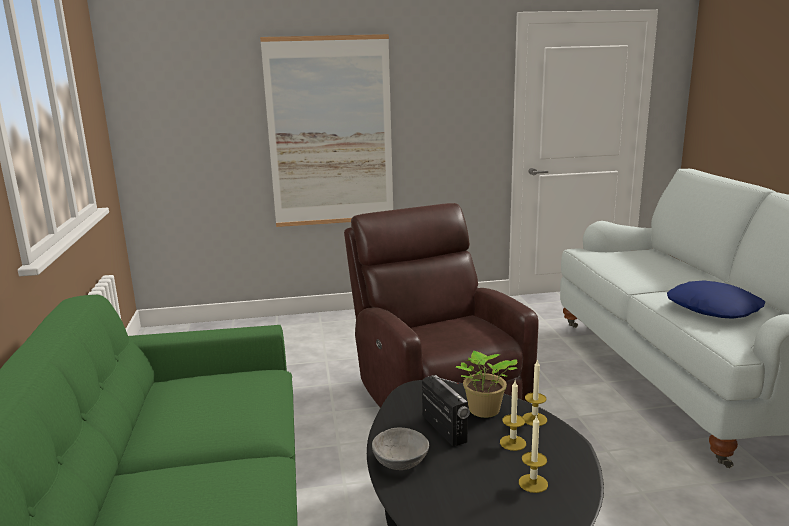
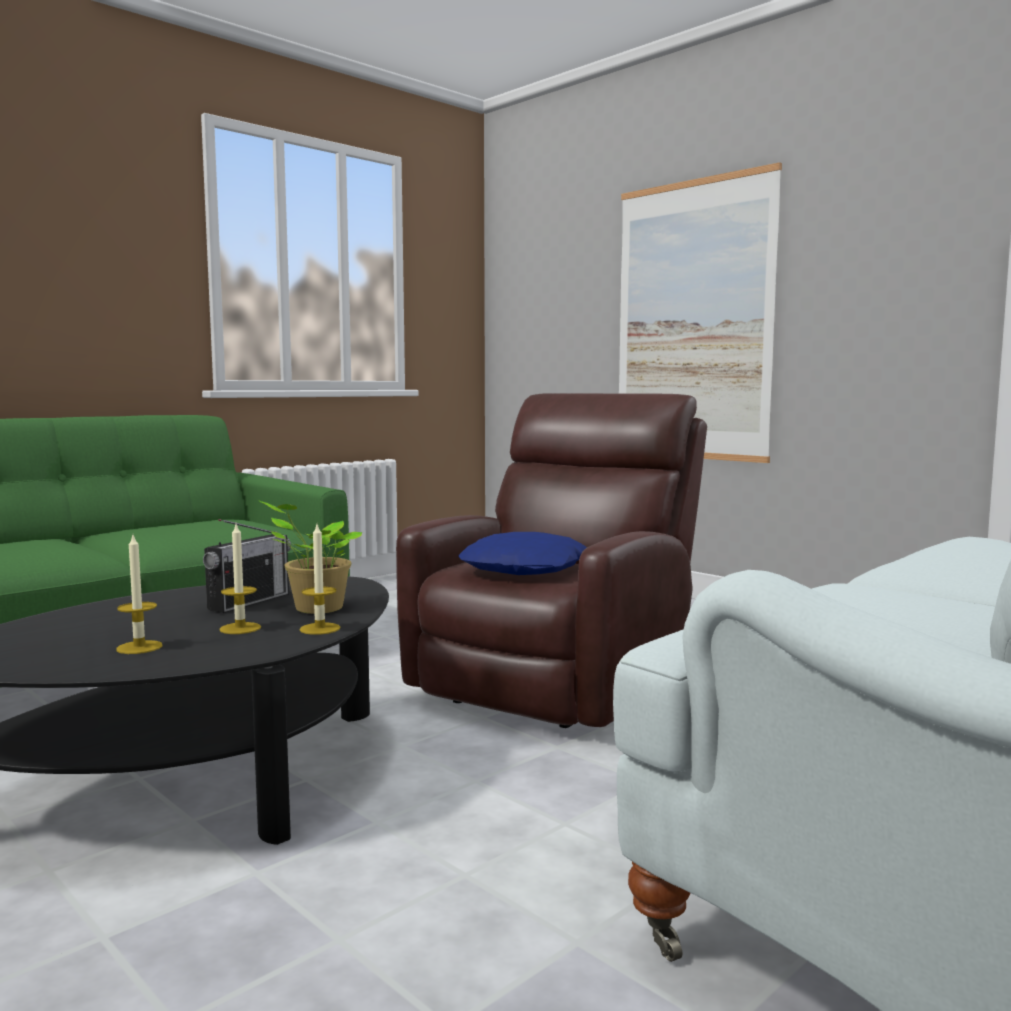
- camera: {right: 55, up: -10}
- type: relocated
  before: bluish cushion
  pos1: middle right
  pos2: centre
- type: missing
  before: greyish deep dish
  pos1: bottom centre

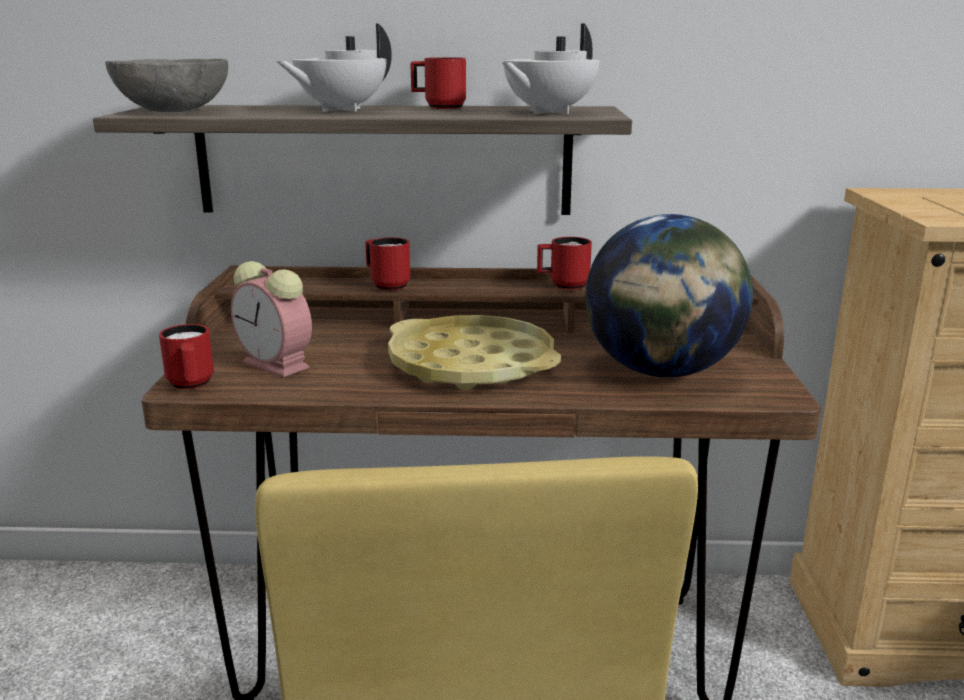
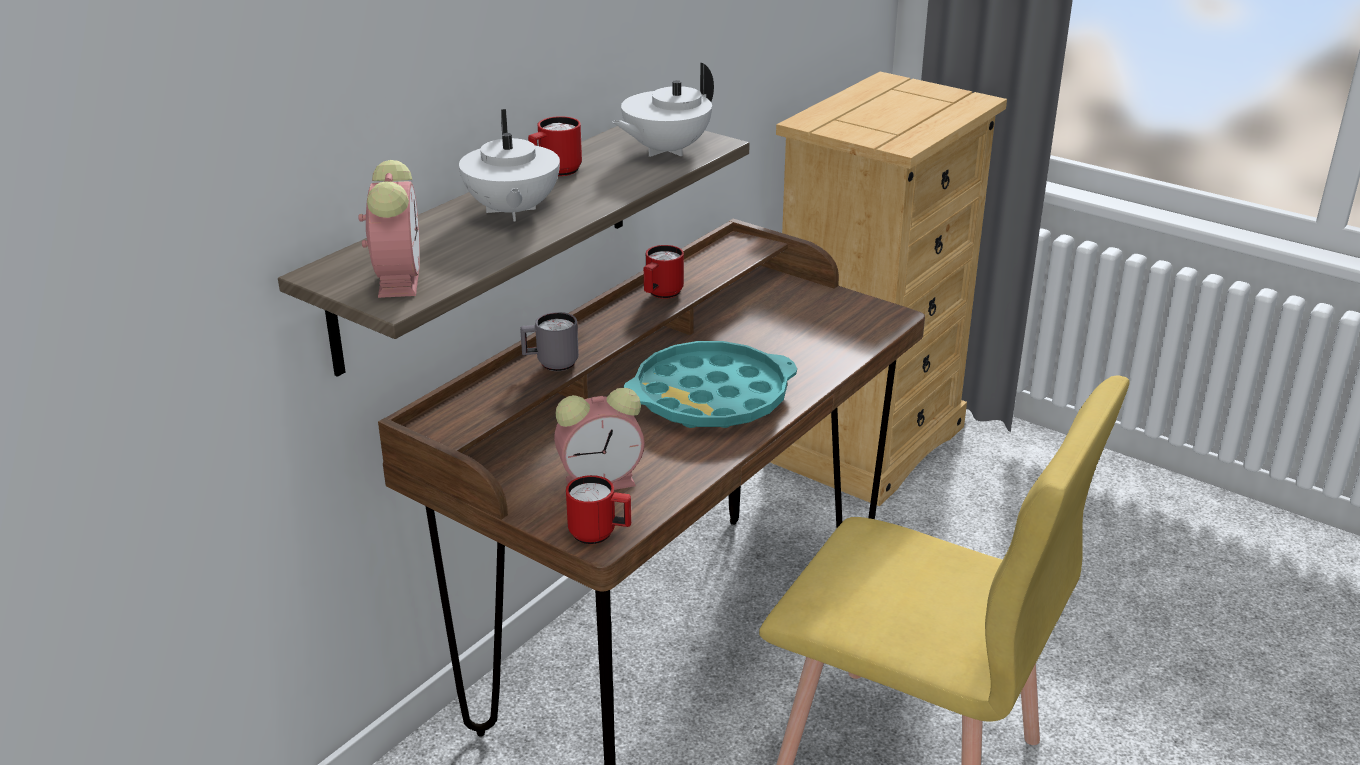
- camera: {right: -55, up: 10}
- type: spun
  before: white-coloured pot for tea (no. 2 from left)
  pos1: top centre
  pos2: top centre
  turn: 60
- type: exchanged
  before: greyish deep dish
  after: alarm clock (no. 1 from left)
  pos1: top left
  pos2: top left
- type: missing
  before: world globe
  pos1: middle right
- type: colour
  before: red-coloured mug (no. 2 from left)
  after: greyish mug
  pos1: centre
  pos2: centre
- type: colour
  before: yellow serving tray
  after: blue-green serving tray
  pos1: centre
  pos2: centre

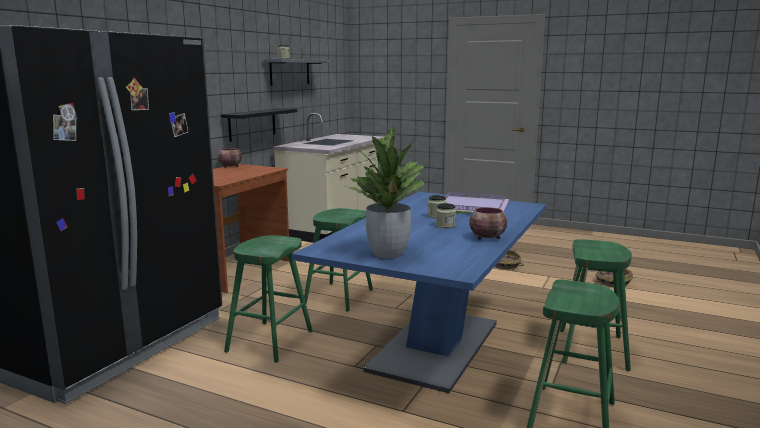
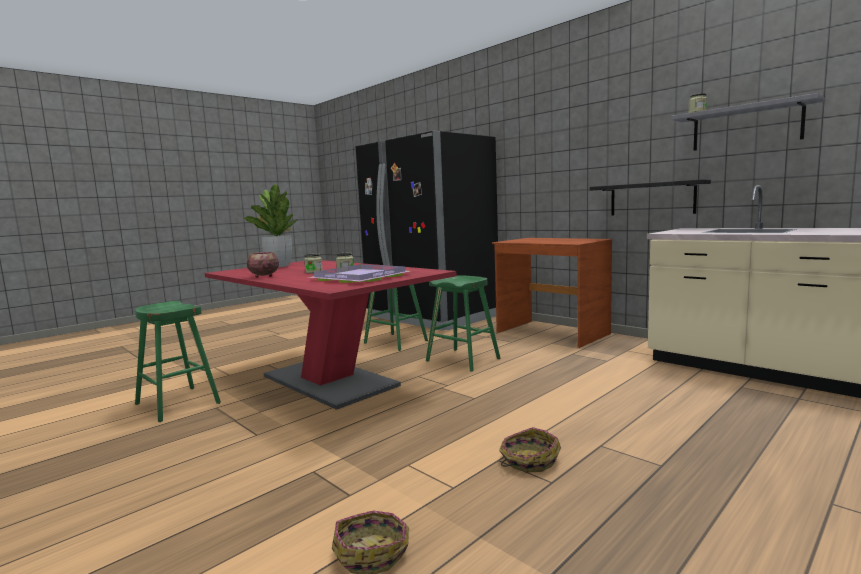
- camera: {right: 110, up: -5}
- type: missing
  before: deep dish (no. 1 from left)
  pos1: middle left
- type: colour
  before: bluish dining table
  after: red-coloured dining table
  pos1: bottom centre
  pos2: centre
- type: missing
  before: greenish stool seat (no. 4 from left)
  pos1: bottom right

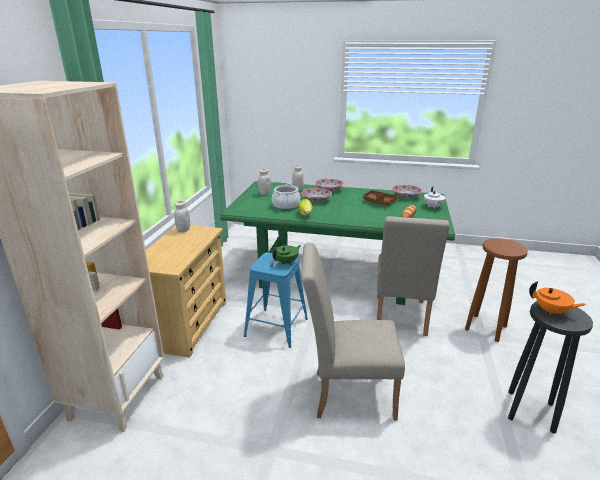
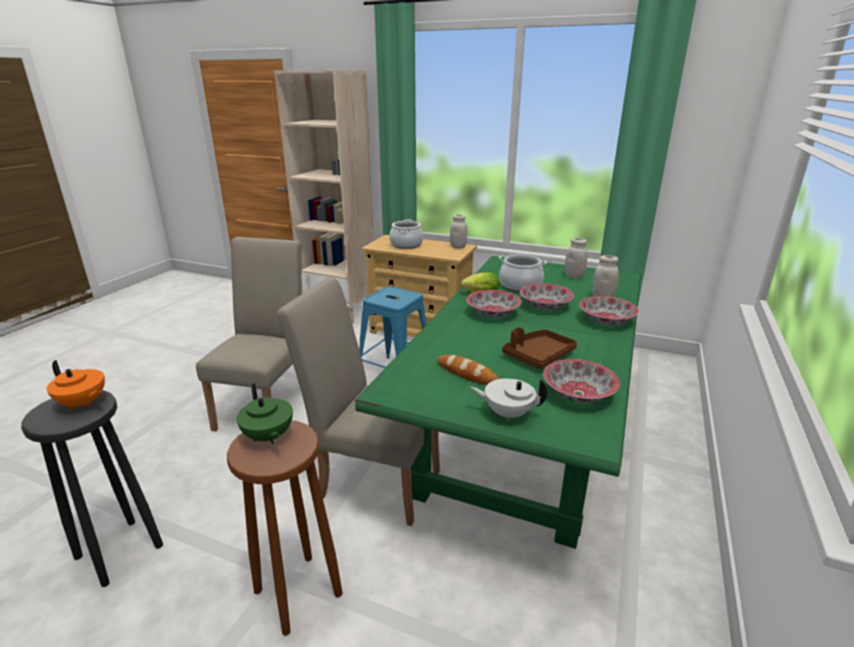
- camera: {right: 100, up: 0}
- type: relocated
  before: greenish pot for tea
  pos1: centre
  pos2: middle left
- type: spun
  before: orange pot for tea
  pos1: middle right
  pos2: middle left
  turn: -105
- type: appeared
  after: saucepot (no. 1 from left)
  pos2: centre
- type: appeared
  after: deep dish (no. 1 from left)
  pos2: centre

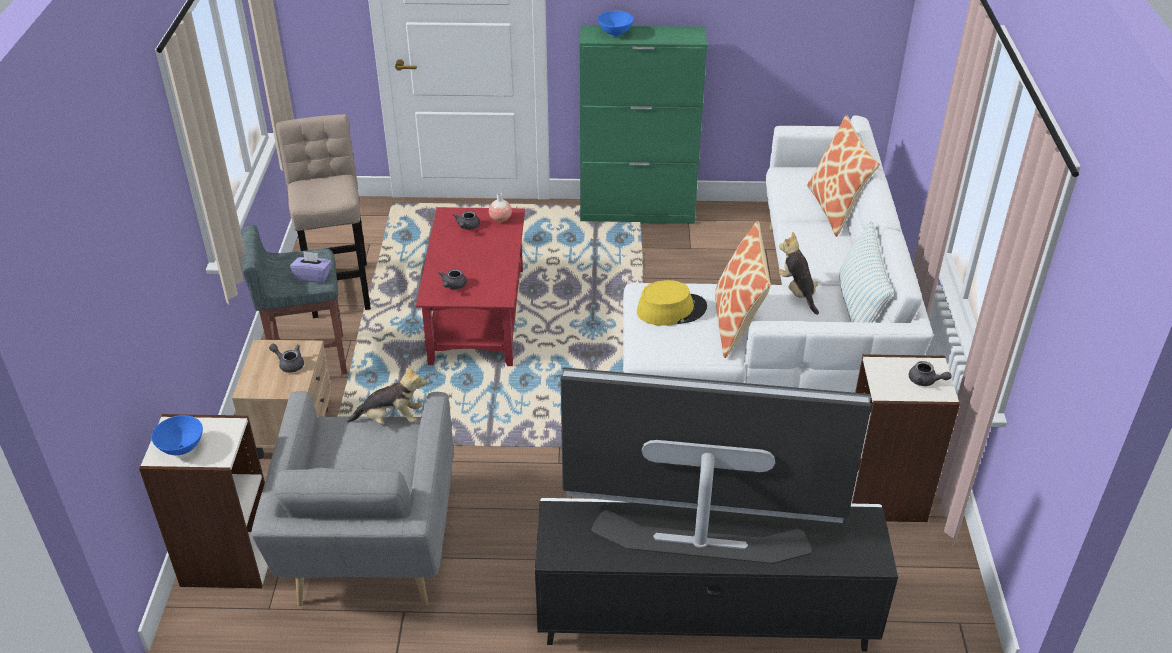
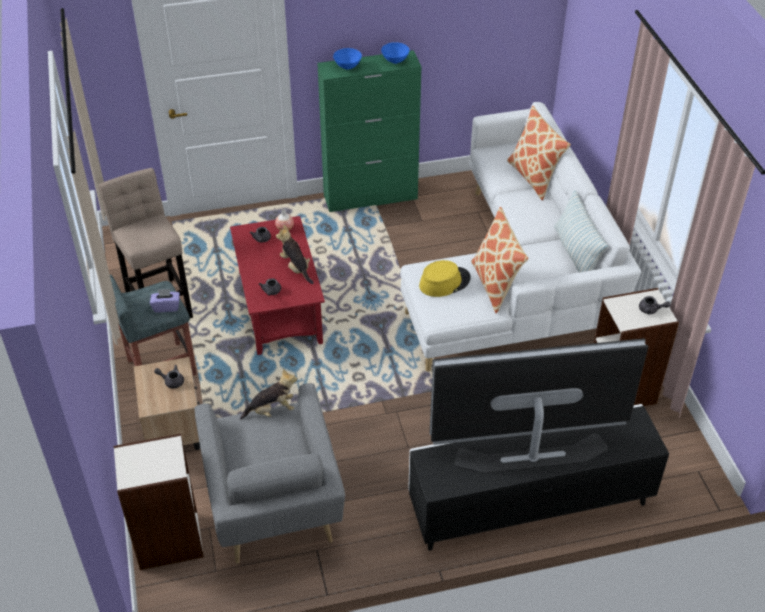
- camera: {right: -15, up: 5}
- type: relocated
  before: soft toy (no. 2 from left)
  pos1: middle right
  pos2: centre
- type: relocated
  before: bluish deep dish (no. 1 from left in the first image)
  after: bluish deep dish (no. 2 from left)
  pos1: middle left
  pos2: top centre

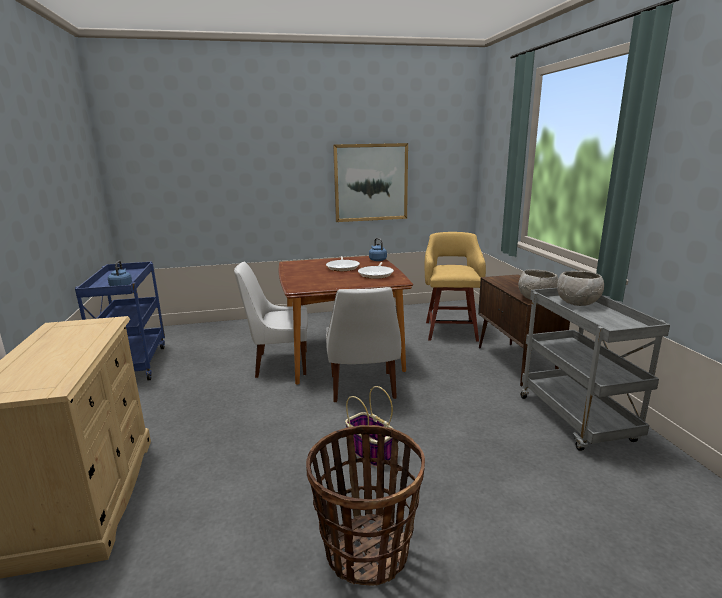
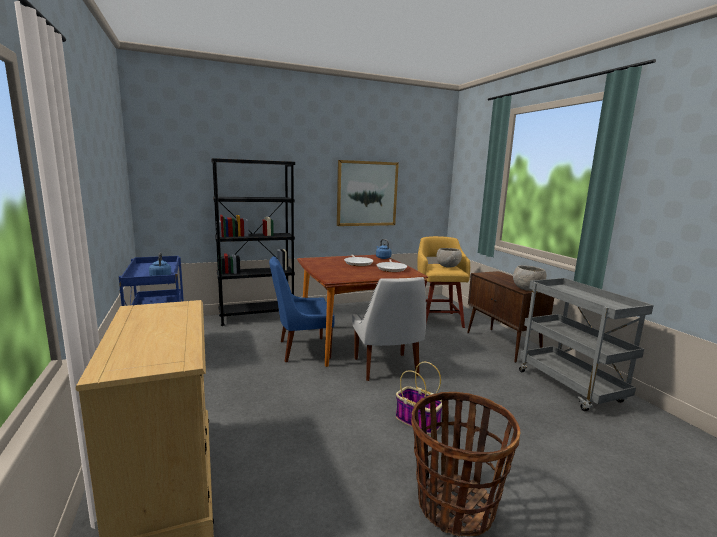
- camera: {right: -10, up: -5}
- type: colour
  before: white-coloured plain chair (no. 1 from left)
  after: bluish plain chair
  pos1: centre
  pos2: centre
- type: relocated
  before: greyish deep dish (no. 2 from left in the first image)
  after: greyish deep dish (no. 1 from left)
  pos1: middle right
  pos2: centre
- type: appeared
  after: black bookshelf
  pos2: centre

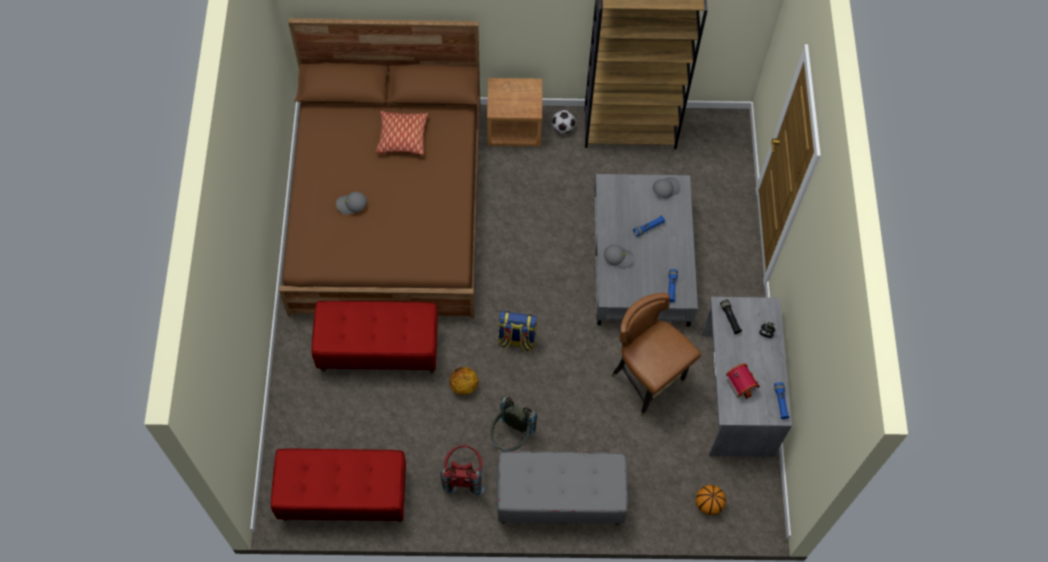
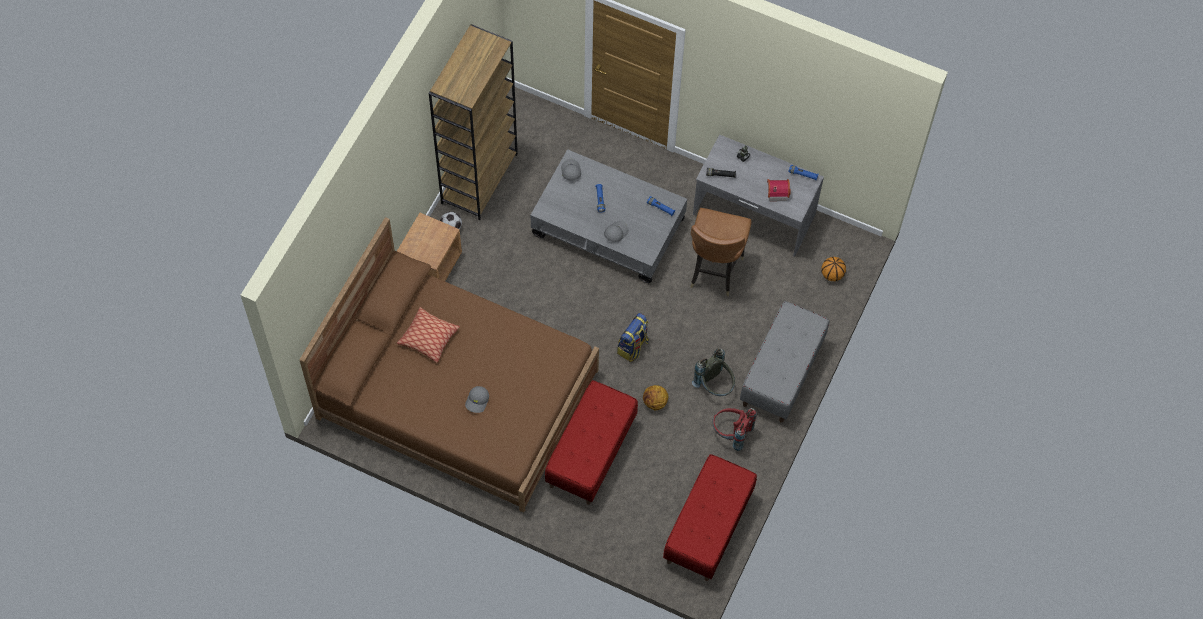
- camera: {right: -65, up: 0}
- type: spun
  before: brown plain chair
  pos1: centre
  pos2: centre
  turn: -60

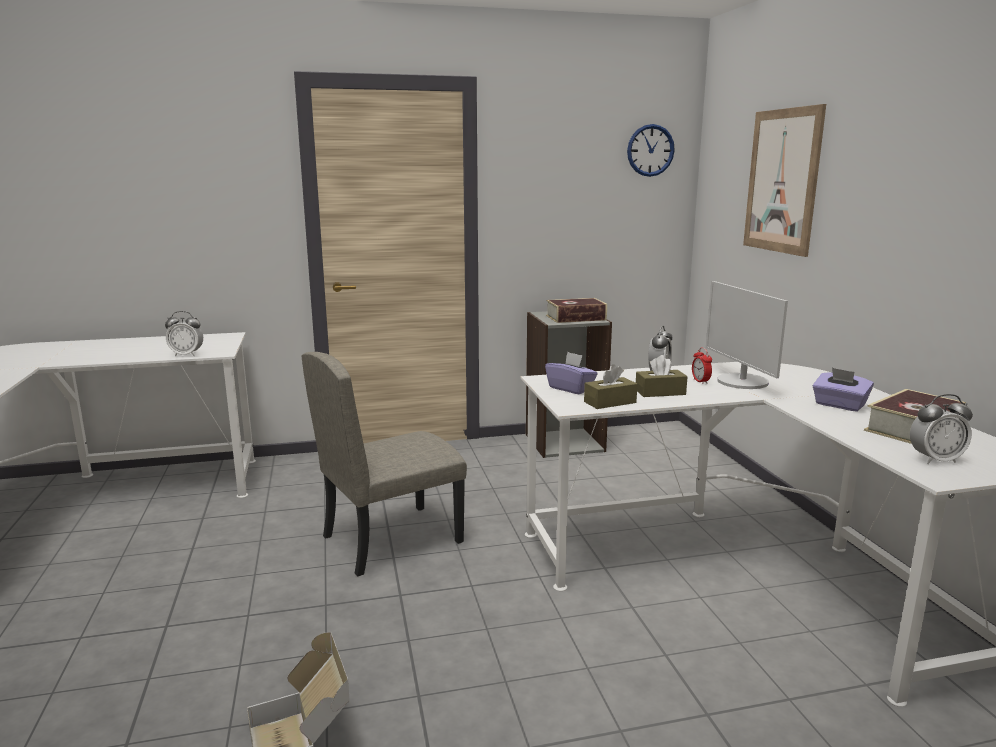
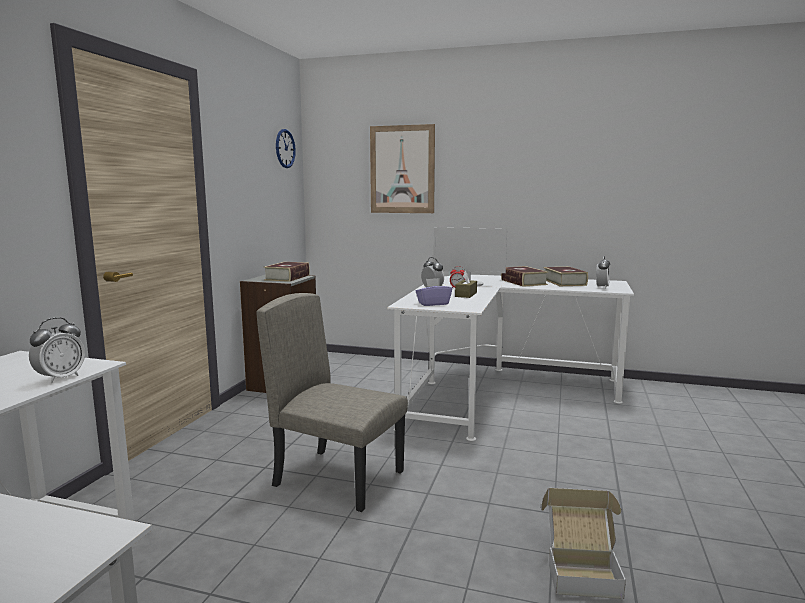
- camera: {right: -60, up: -5}
- type: spun
  before: beige plain chair
  pos1: centre
  pos2: bottom centre
  turn: 120
- type: missing
  before: brown tissue box (no. 1 from left)
  pos1: centre
- type: exchanged
  before: purple tissue box (no. 2 from left)
  after: book (no. 2 from left)
  pos1: middle right
  pos2: centre

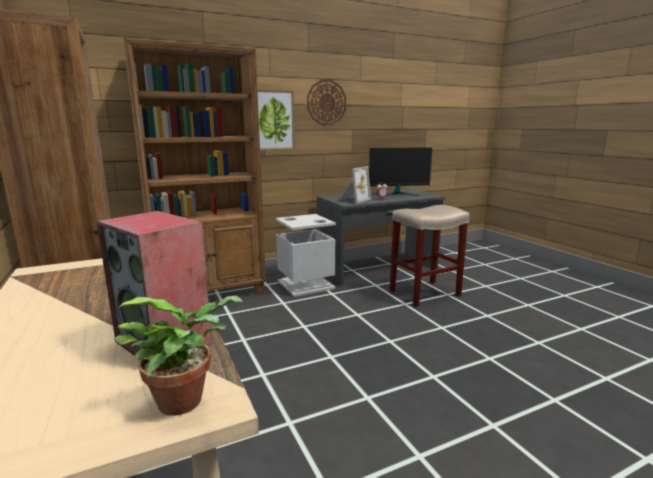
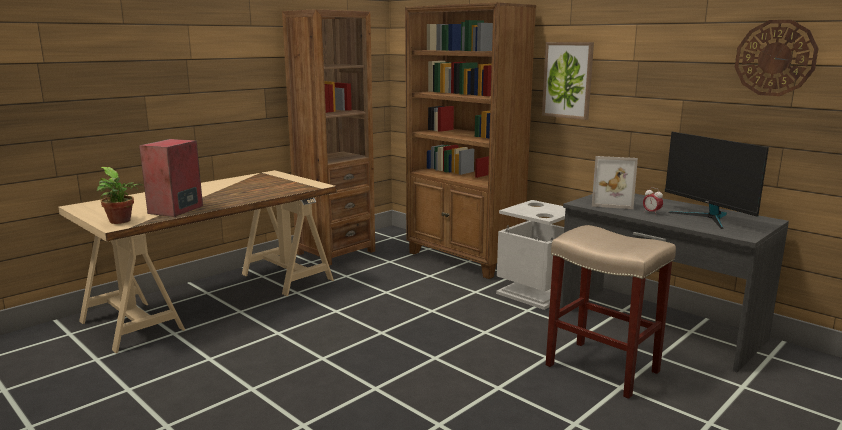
- camera: {right: 70, up: 0}
- type: relocated
  before: clock on the wall
  pos1: top centre
  pos2: top right

